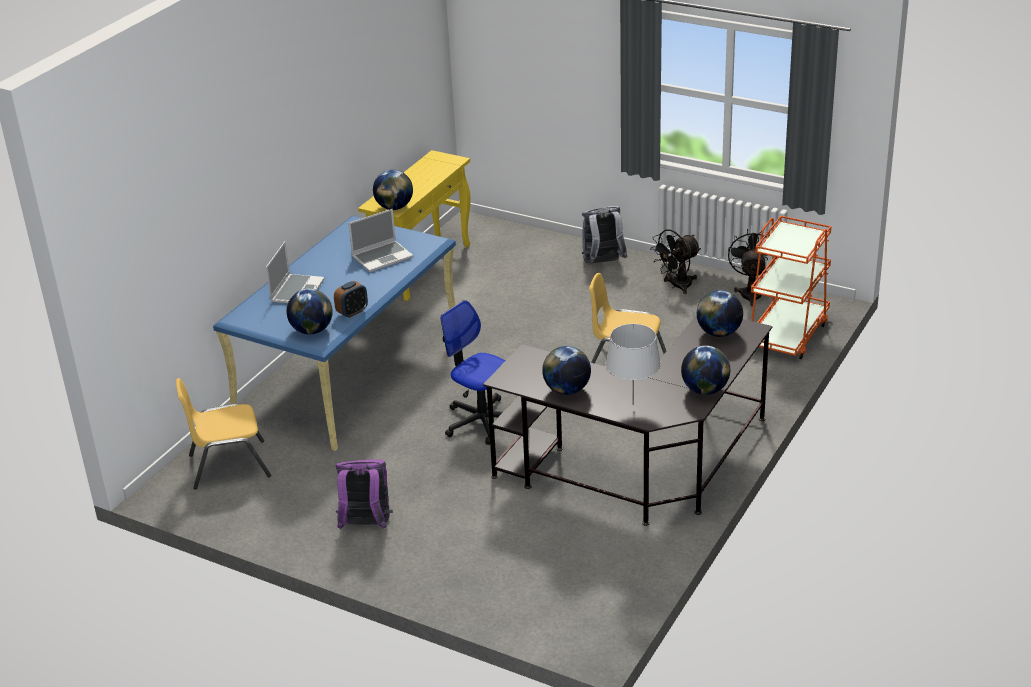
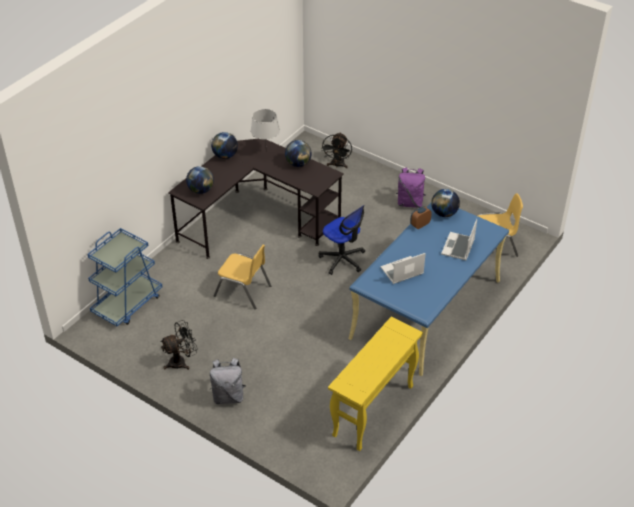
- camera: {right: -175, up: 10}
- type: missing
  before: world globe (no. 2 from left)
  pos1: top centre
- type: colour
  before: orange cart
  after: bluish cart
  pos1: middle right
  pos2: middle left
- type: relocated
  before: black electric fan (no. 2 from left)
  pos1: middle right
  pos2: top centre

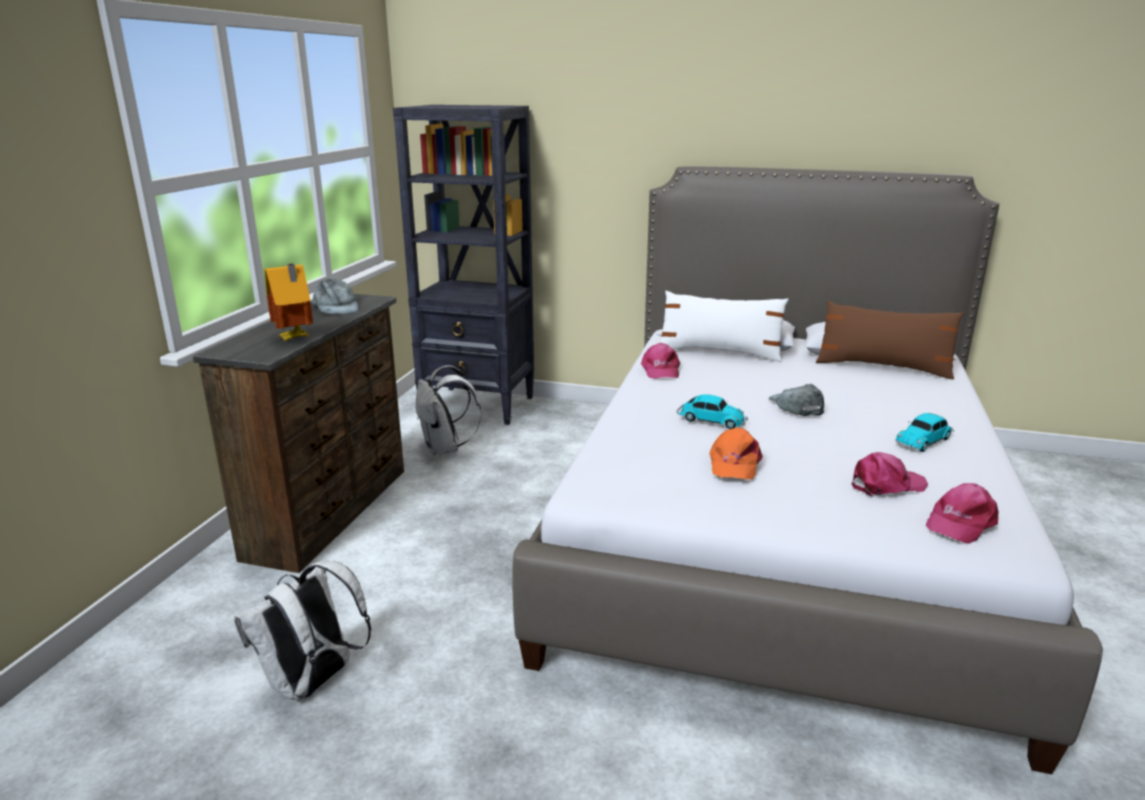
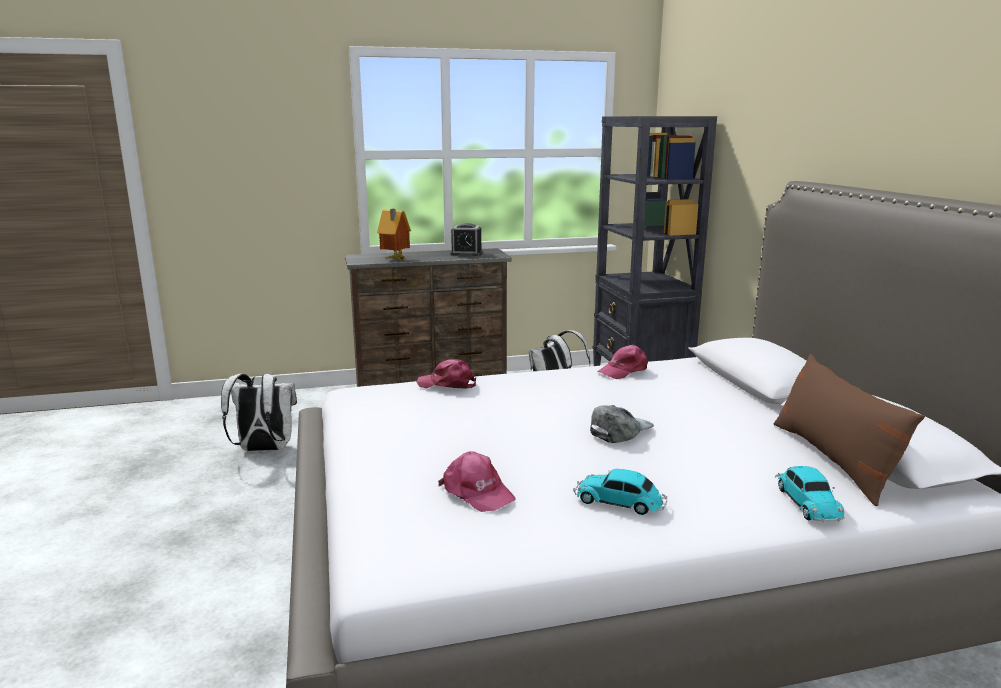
- camera: {right: 60, up: -5}
- type: exchanged
  before: greyish baseball cap (no. 1 from left)
  after: alarm clock
  pos1: middle left
  pos2: centre
- type: missing
  before: white-coloured cushion
  pos1: centre
- type: relocated
  before: model car (no. 1 from left in the first image)
  after: model car (no. 2 from left)
  pos1: centre
  pos2: bottom right
- type: missing
  before: orange baseball cap
  pos1: centre
- type: relocated
  before: pink-coloured baseball cap (no. 3 from left in the first image)
  after: pink-coloured baseball cap (no. 1 from left)
  pos1: middle right
  pos2: centre

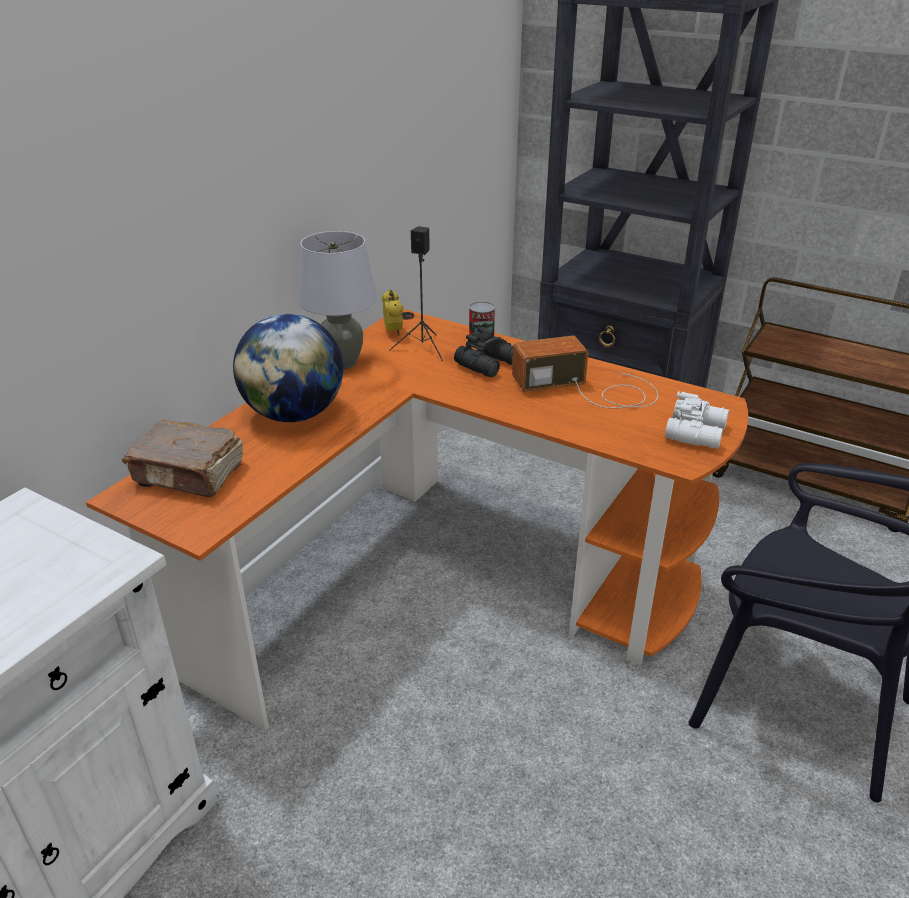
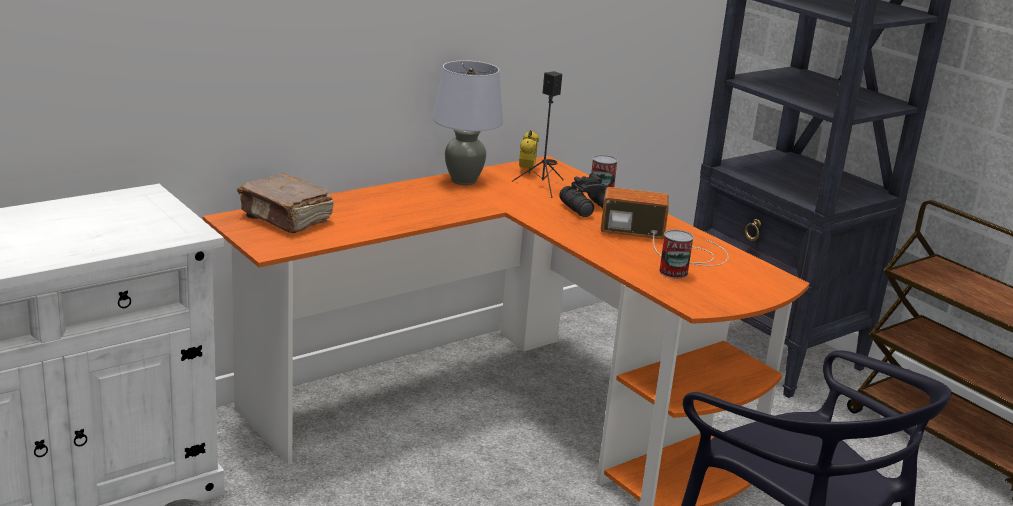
- camera: {right: 20, up: -10}
- type: missing
  before: world globe
  pos1: middle left
- type: missing
  before: white-coloured pair of binoculars
  pos1: middle right
- type: appeared
  after: can (no. 2 from left)
  pos2: middle right

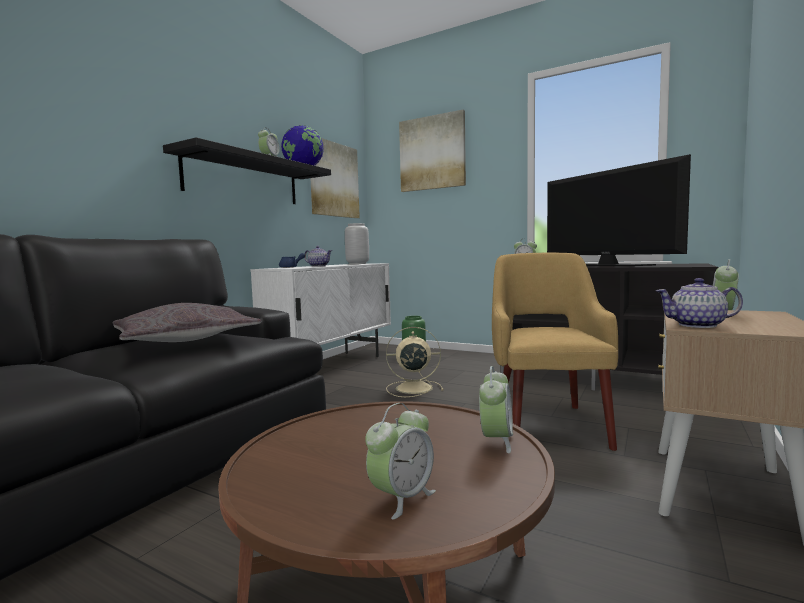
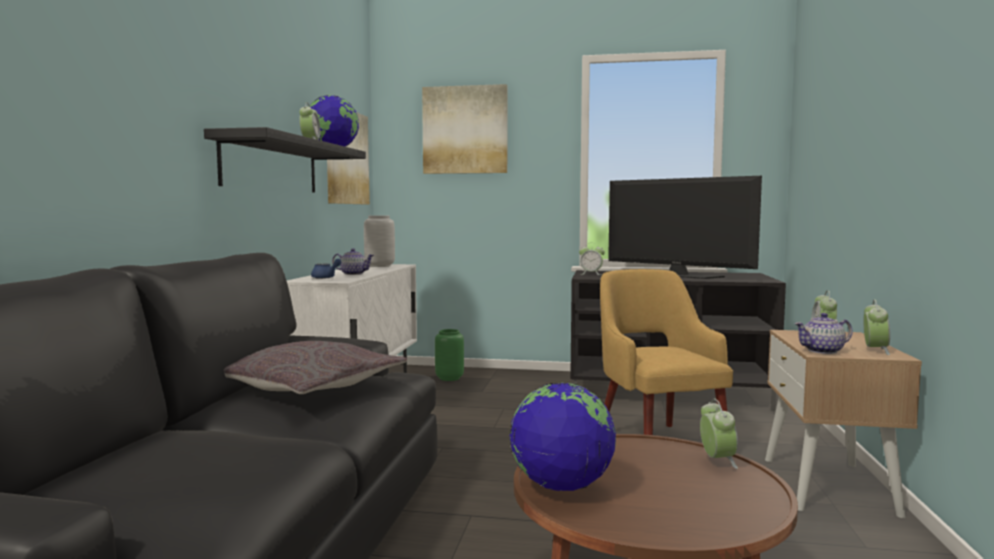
- camera: {right: -20, up: 0}
- type: missing
  before: beige electric fan
  pos1: centre
- type: relocated
  before: alarm clock (no. 2 from left in the first image)
  after: alarm clock (no. 5 from left)
  pos1: bottom centre
  pos2: middle right
- type: appeared
  after: world globe (no. 2 from left)
  pos2: bottom centre

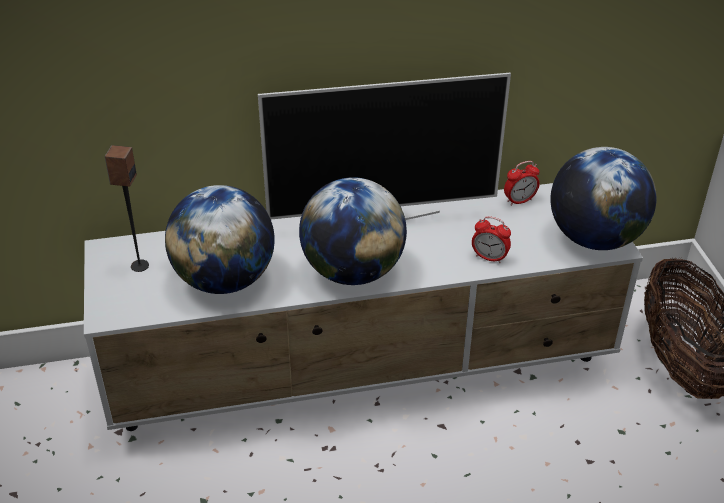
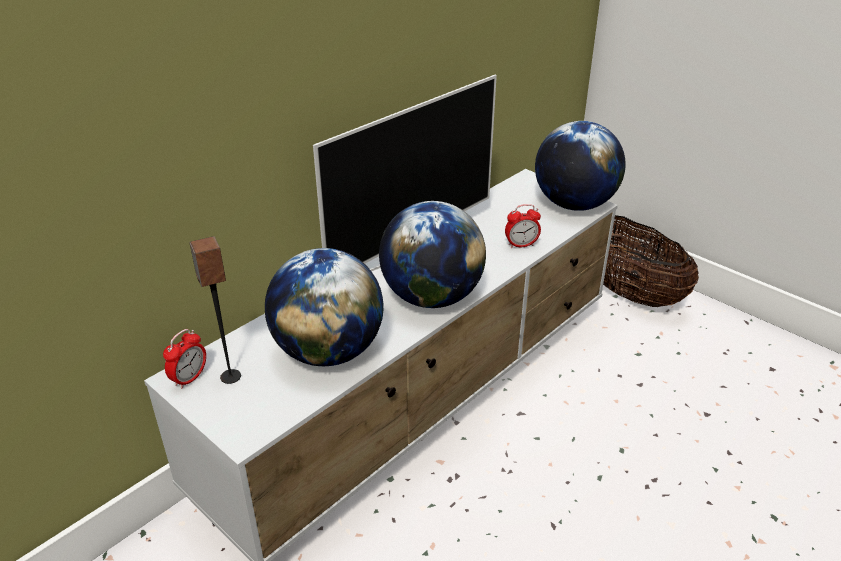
- camera: {right: -35, up: -5}
- type: relocated
  before: alarm clock (no. 2 from left in the first image)
  after: alarm clock (no. 1 from left)
  pos1: middle right
  pos2: middle left

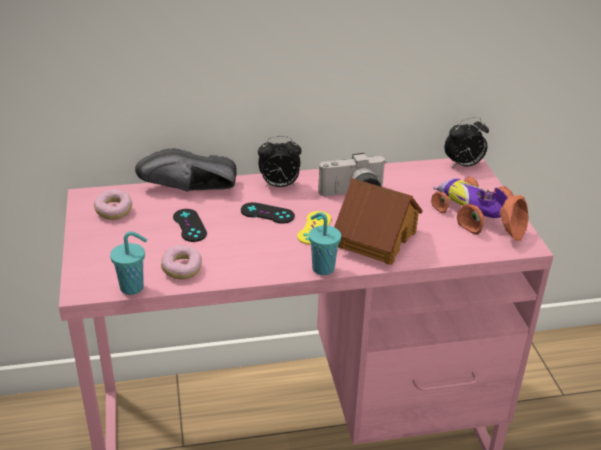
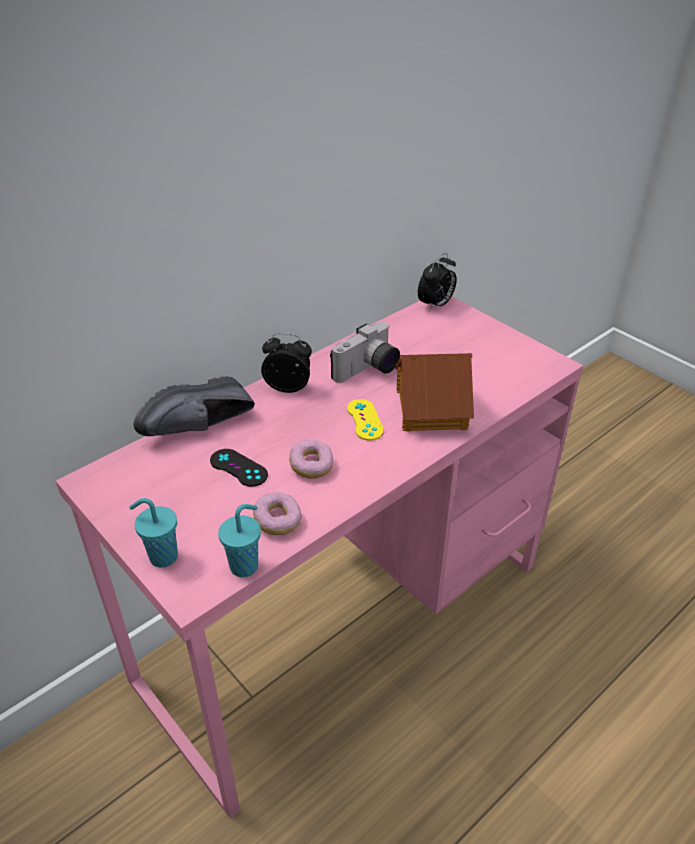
- camera: {right: -30, up: 5}
- type: spun
  before: alarm clock (no. 1 from left)
  pos1: centre
  pos2: centre
  turn: -135
- type: missing
  before: model car
  pos1: middle right
- type: relocated
  before: donut (no. 1 from left in the first image)
  after: donut (no. 2 from left)
  pos1: middle left
  pos2: centre
- type: missing
  before: black gamepad (no. 2 from left)
  pos1: centre
- type: relocated
  before: blue-green cup (no. 2 from left in the first image)
  after: blue-green cup (no. 1 from left)
  pos1: centre
  pos2: middle left

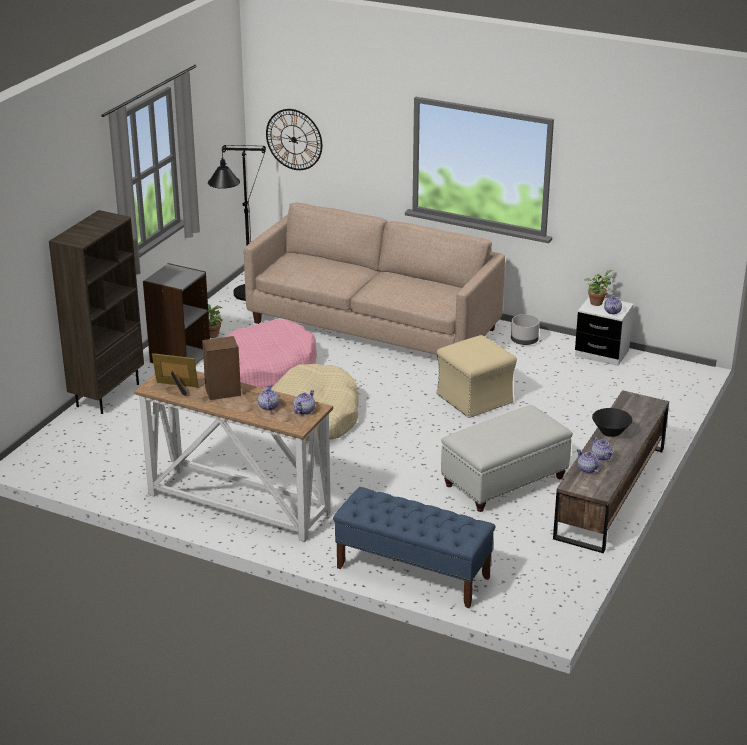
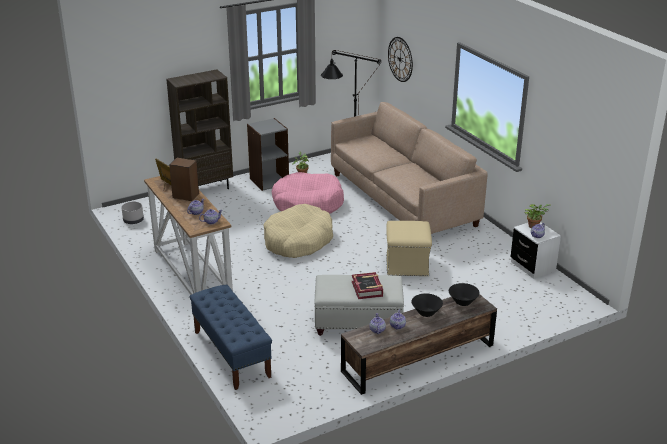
- camera: {right: 35, up: 0}
- type: relocated
  before: greyish flower pot
  pos1: middle right
  pos2: middle left
- type: appeared
  after: book
  pos2: centre
- type: appeared
  after: black deep dish (no. 2 from left)
  pos2: middle right

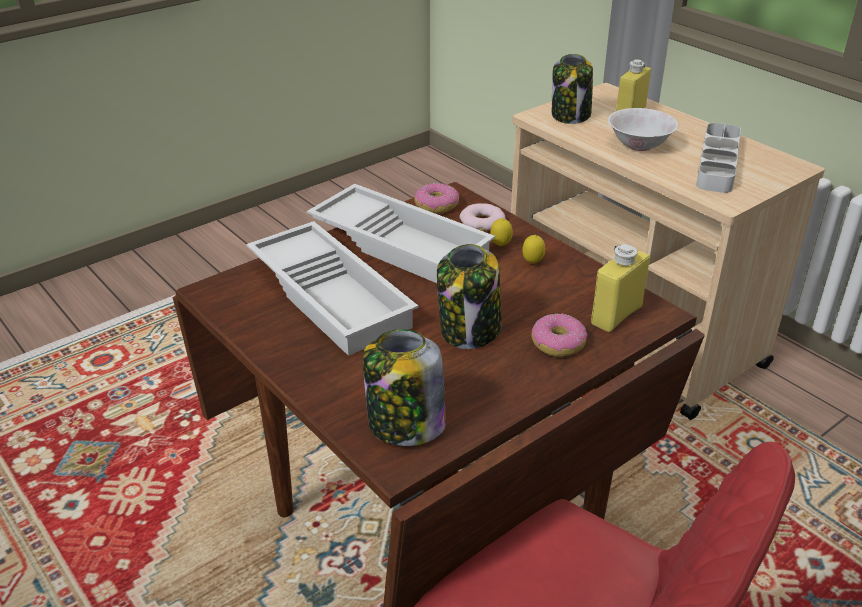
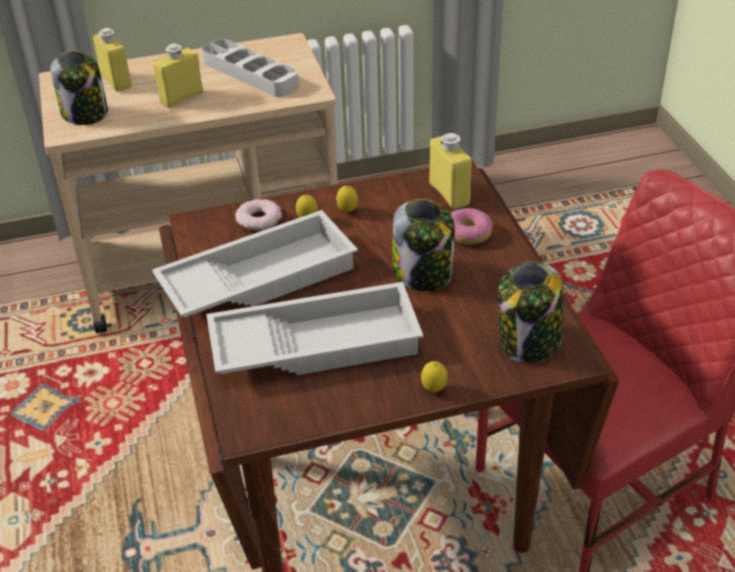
- camera: {right: -65, up: 5}
- type: exchanged
  before: white-coloured deep dish
  after: yellow beverage bottle (no. 2 from left)
  pos1: top right
  pos2: top left
- type: missing
  before: donut (no. 1 from left)
  pos1: top centre
- type: appeared
  after: lemon (no. 3 from left)
  pos2: centre

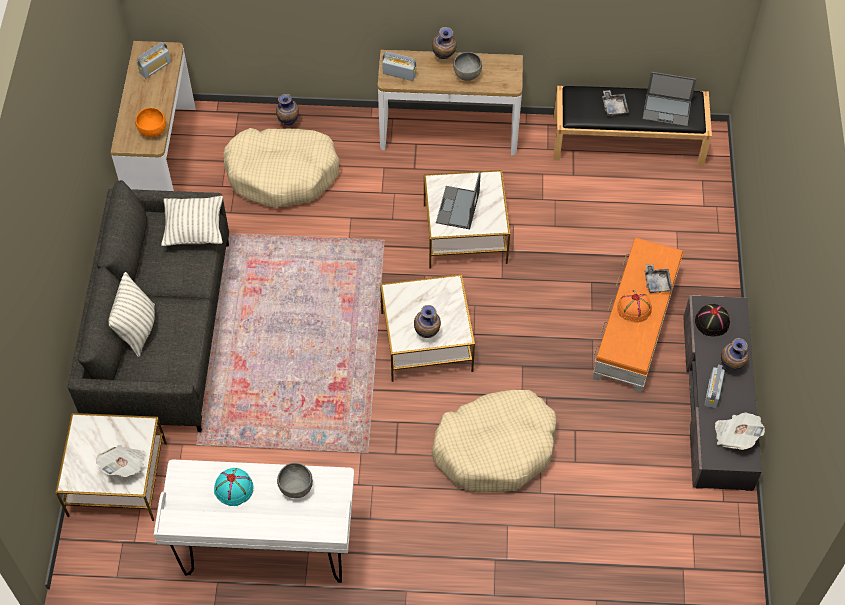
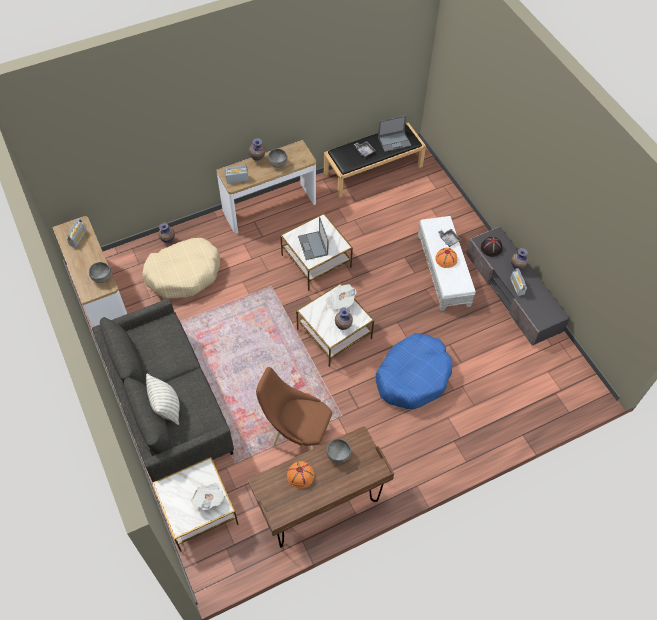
- camera: {right: -30, up: 0}
- type: colour
  before: orange deep dish
  after: greyish deep dish (no. 1 from left)
  pos1: top left
  pos2: middle left
- type: missing
  before: cushion (no. 2 from left)
  pos1: middle left
- type: colour
  before: orange pouffe
  after: white-coloured pouffe
  pos1: middle right
  pos2: middle right
- type: colour
  before: beige dog cushion (no. 2 from left)
  after: bluish dog cushion
  pos1: bottom centre
  pos2: centre
- type: relocated
  before: printed paper (no. 2 from left)
  pos1: bottom right
  pos2: centre
- type: colour
  before: white-coloured desk table
  after: brown desk table
  pos1: bottom left
  pos2: bottom centre
- type: colour
  before: blue-green hat
  after: orange hat (no. 1 from left)
  pos1: bottom left
  pos2: bottom centre
- type: appeared
  after: brown plain chair
  pos2: centre

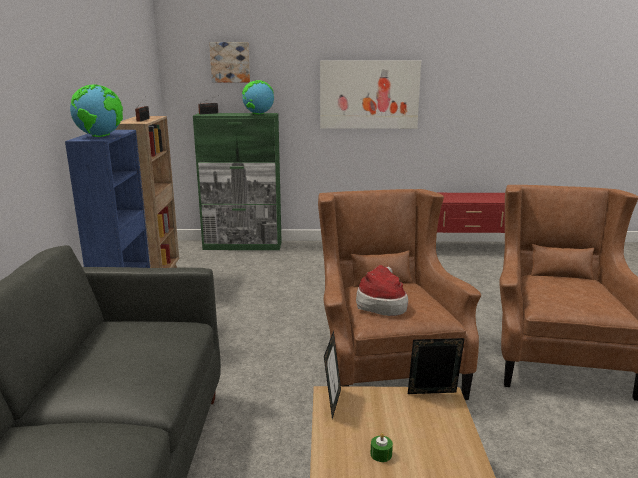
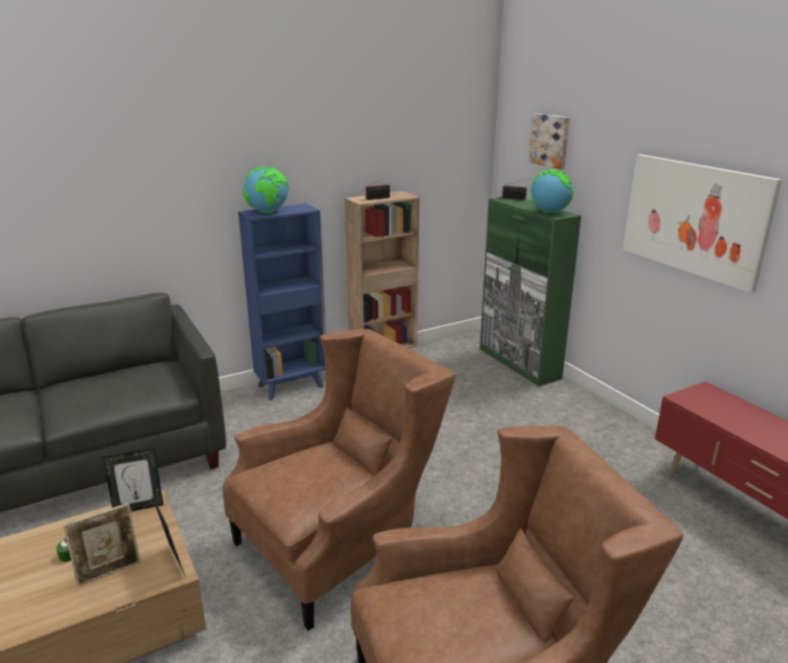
- camera: {right: 60, up: 5}
- type: missing
  before: hat
  pos1: centre
- type: appeared
  after: standing frame (no. 1 from left)
  pos2: bottom left

